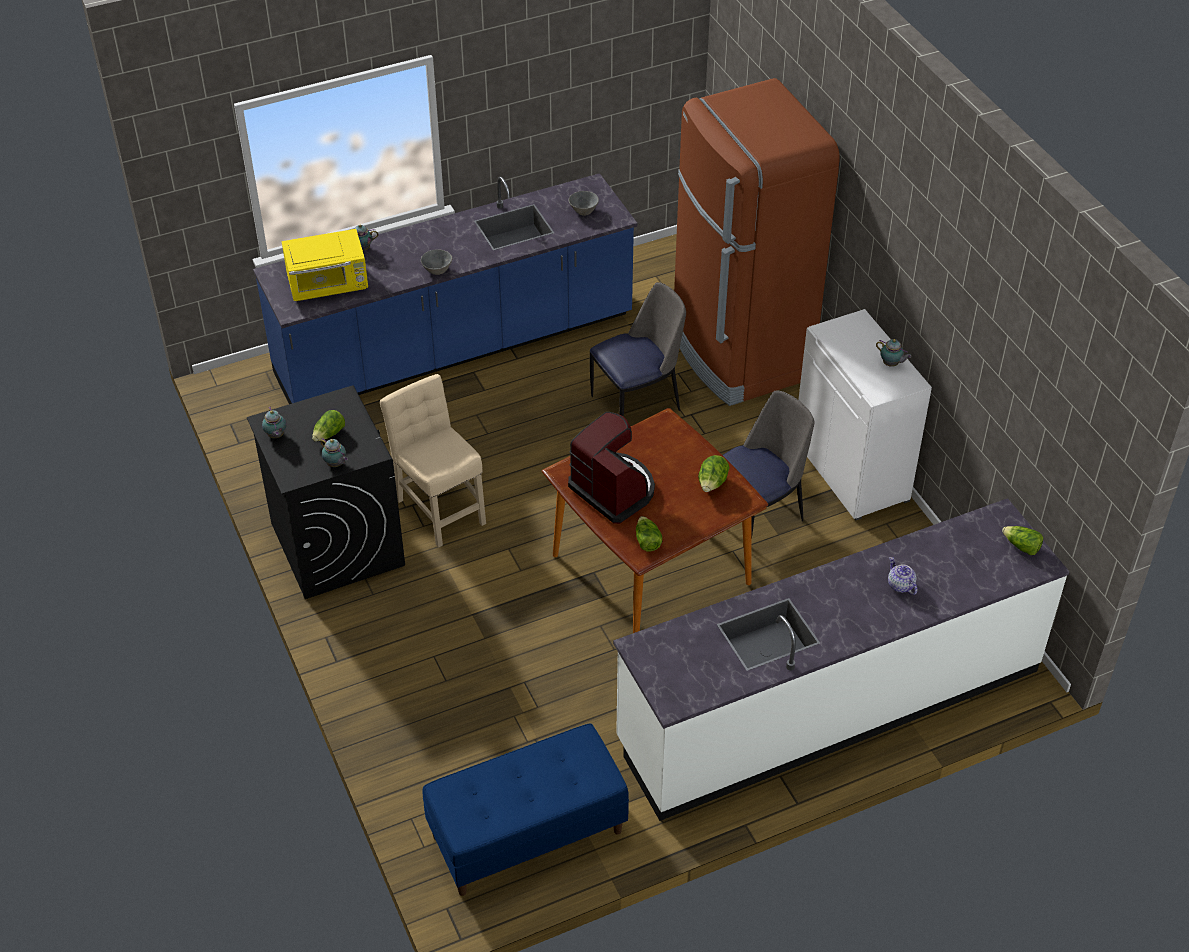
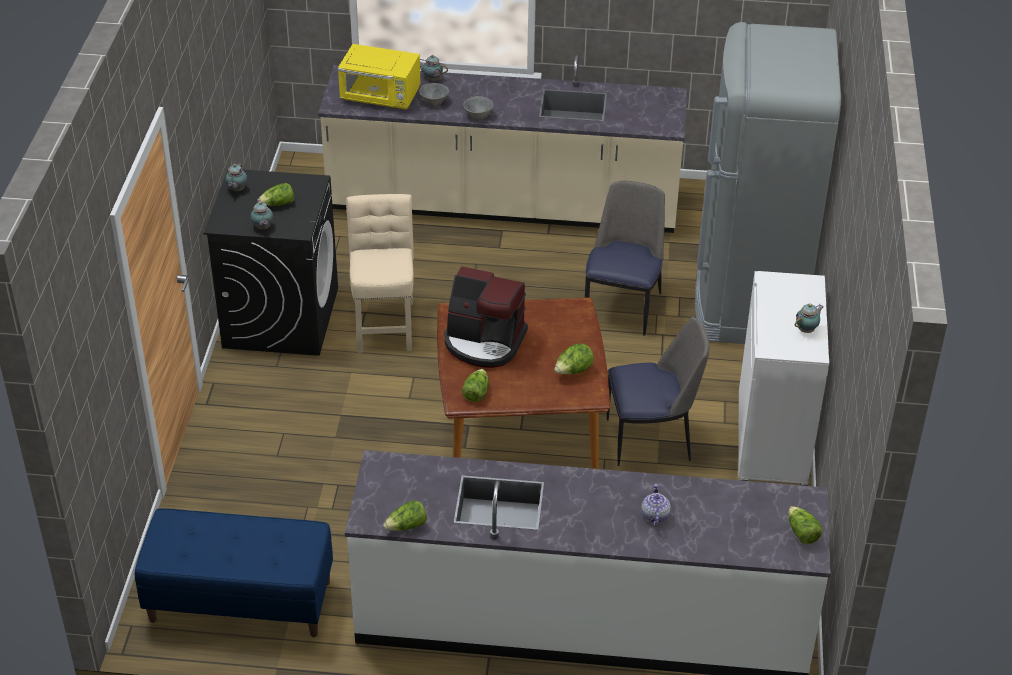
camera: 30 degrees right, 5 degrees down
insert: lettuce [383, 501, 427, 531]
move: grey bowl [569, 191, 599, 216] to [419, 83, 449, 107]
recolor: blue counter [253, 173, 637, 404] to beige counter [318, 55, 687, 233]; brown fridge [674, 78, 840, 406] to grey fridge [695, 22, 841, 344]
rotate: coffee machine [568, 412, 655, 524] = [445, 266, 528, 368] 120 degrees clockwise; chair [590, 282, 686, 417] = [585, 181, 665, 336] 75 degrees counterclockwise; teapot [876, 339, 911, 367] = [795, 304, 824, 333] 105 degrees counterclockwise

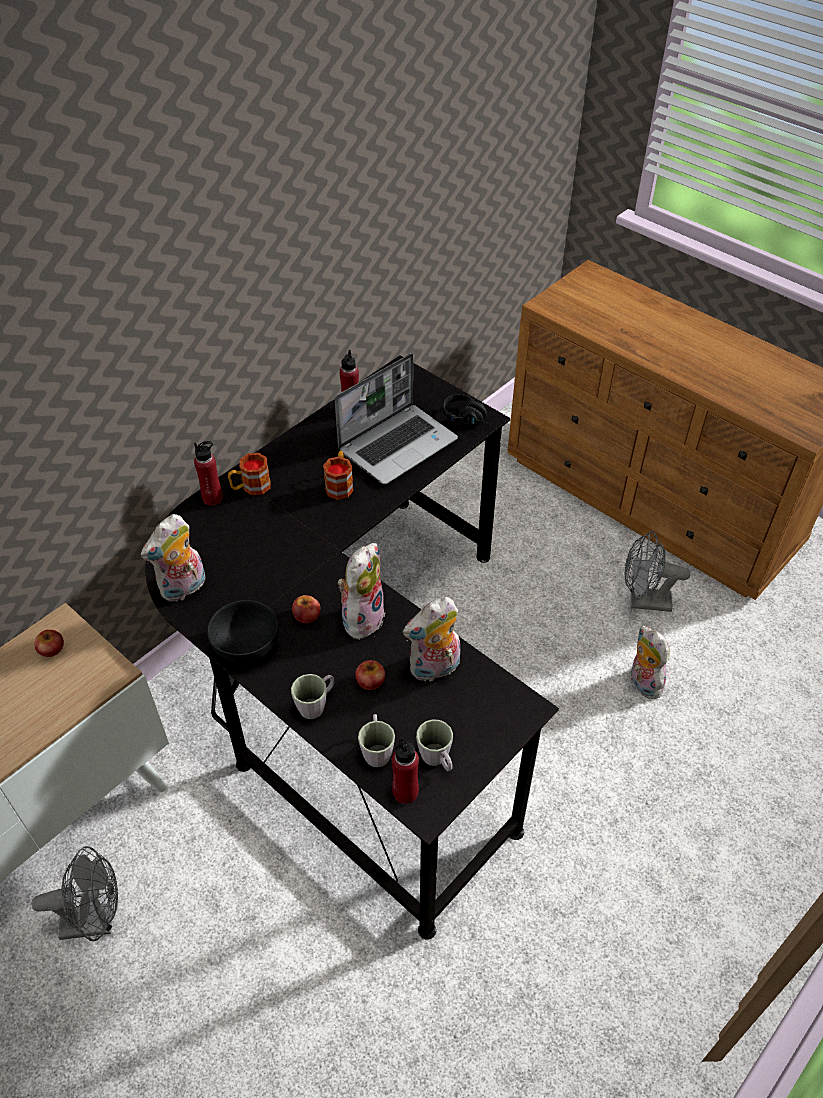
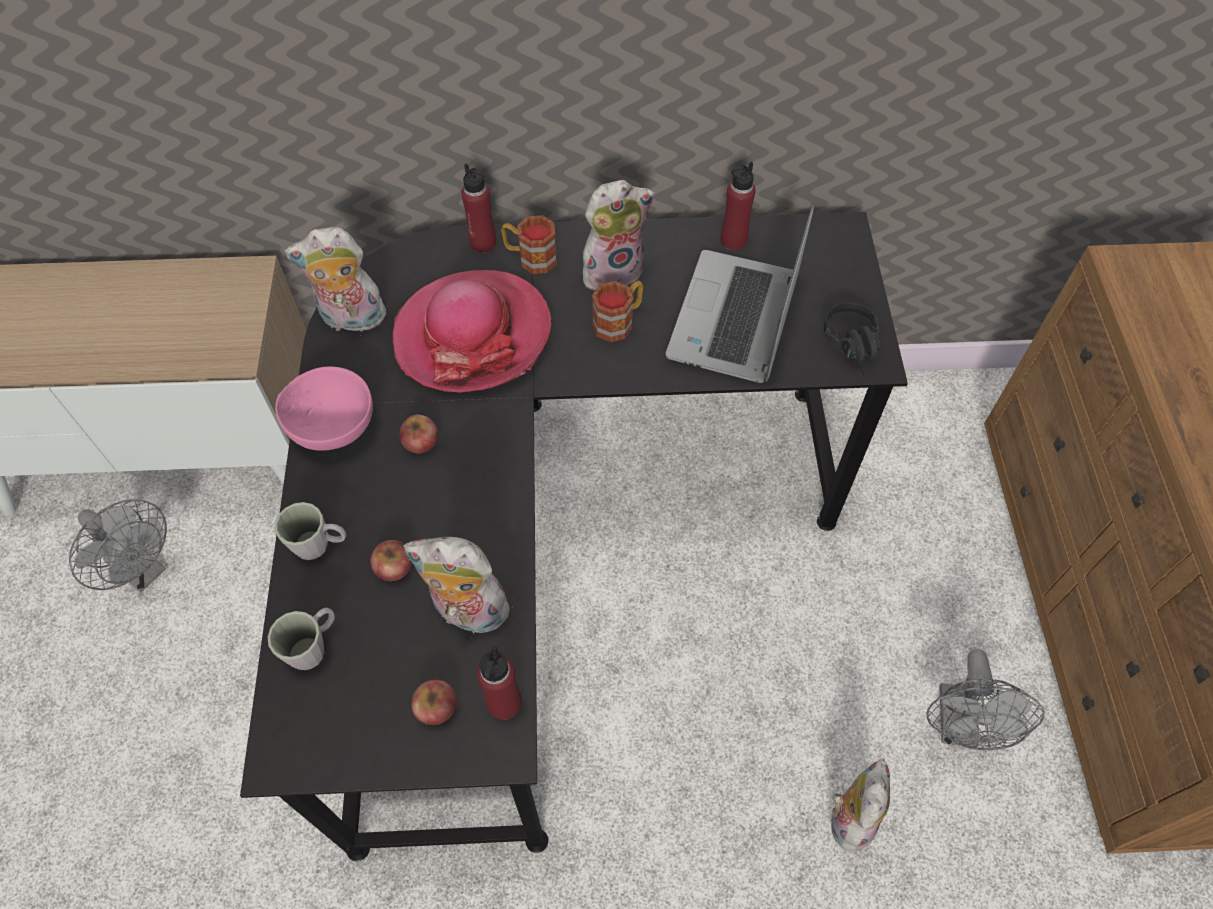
camera: 45 degrees right, 10 degrees up
delete: grey mug [416, 719, 453, 771]
insert: hat [393, 270, 551, 393]
move: apple [34, 629, 64, 657] to [411, 680, 457, 725]; plush toy [338, 543, 386, 641] to [583, 180, 655, 290]; red bottle [392, 736, 419, 804] to [477, 646, 522, 720]
recolor: black bowl [207, 600, 279, 663] to pink bowl [275, 367, 373, 451]
rotate: laptop [335, 353, 458, 485] = [666, 204, 814, 383] 105 degrees clockwise; grey fan [625, 531, 691, 612] = [926, 649, 1045, 750] 135 degrees counterclockwise

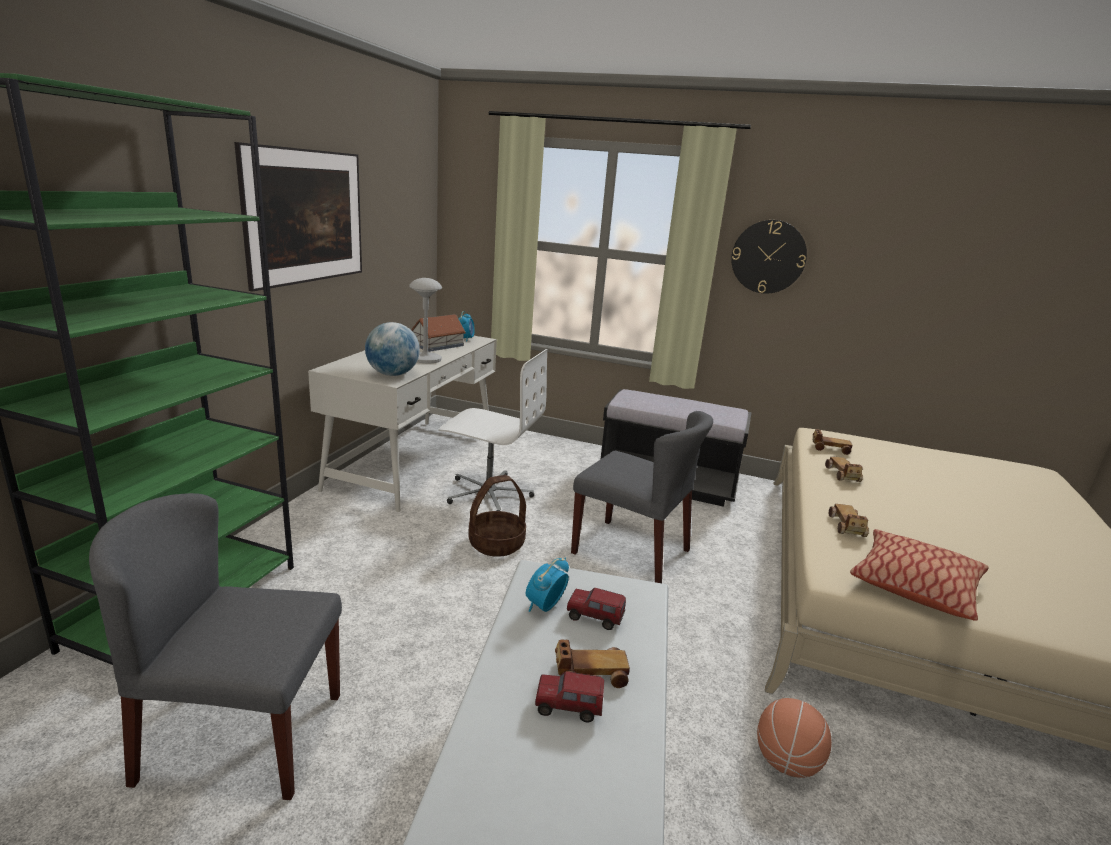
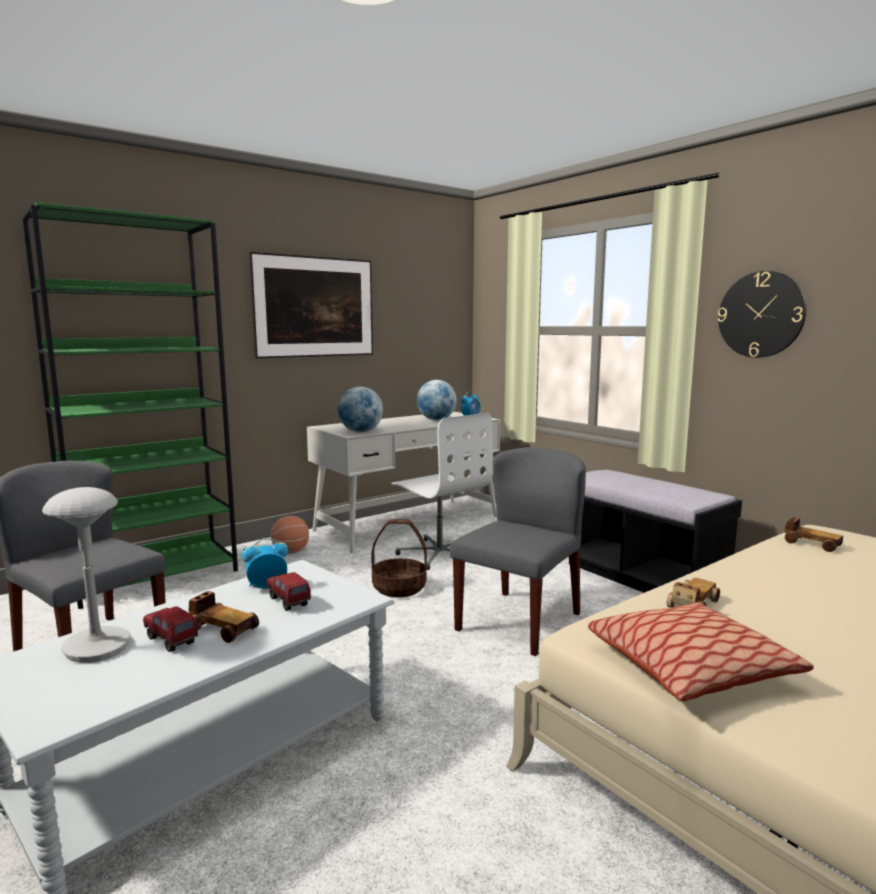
camera: 35 degrees right, 10 degrees down
delete: toy car [825, 457, 863, 482]
move: grey table lamp [409, 278, 442, 363] to [42, 487, 130, 662]; basketball [757, 698, 832, 778] to [271, 516, 309, 554]
replace: toy house [411, 314, 466, 352] to globe [417, 380, 457, 420]
rotate: grey chair [571, 411, 713, 583] = [450, 447, 586, 656] 120 degrees counterclockwise

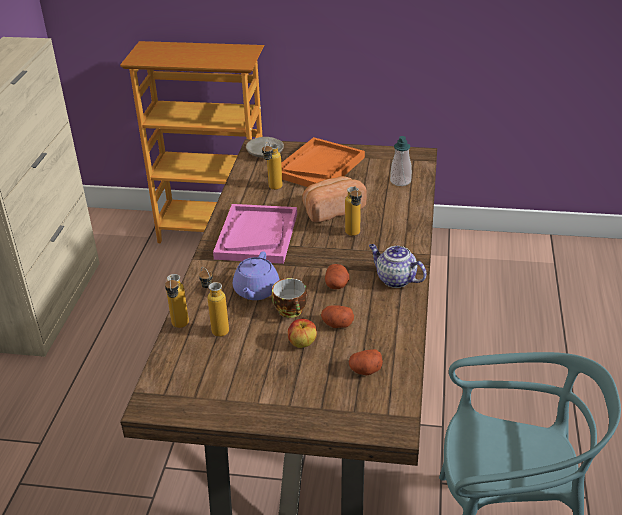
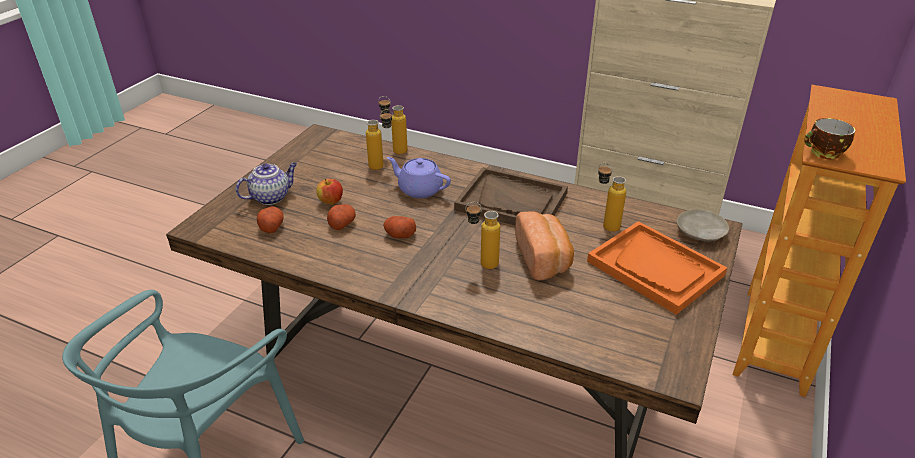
camera: 105 degrees right, 0 degrees up
delete: soap dispenser [390, 136, 412, 186]
move: cup [272, 278, 307, 318] to [804, 118, 855, 159]; teapot [369, 244, 427, 288] to [235, 163, 297, 205]
recolor: pink tray [213, 204, 297, 264] to brown tray [454, 167, 568, 225]

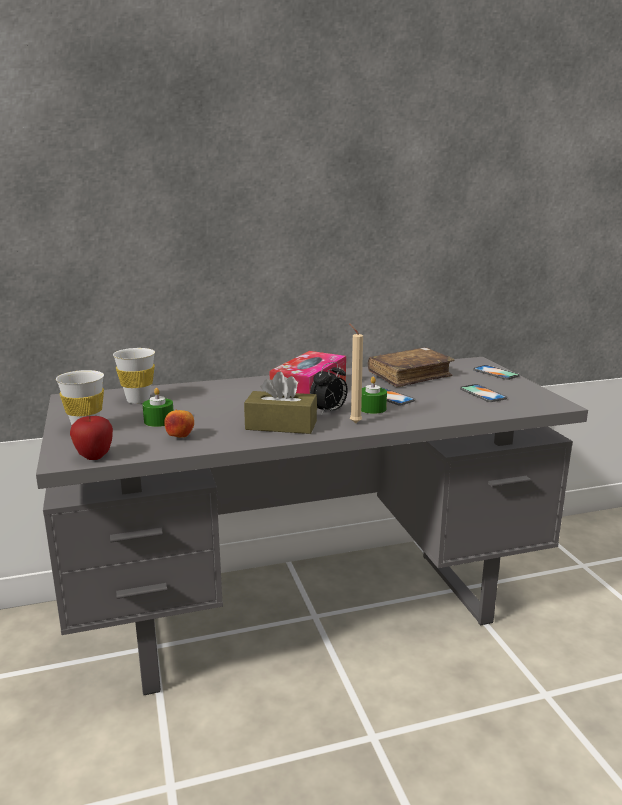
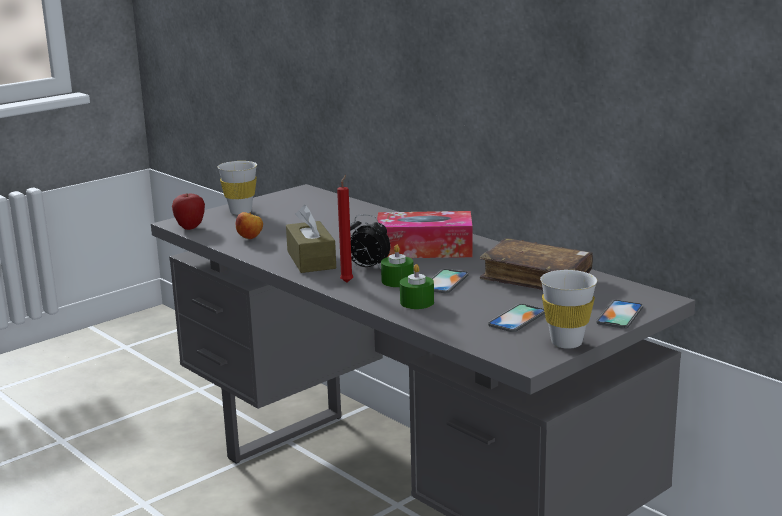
camera: 65 degrees right, 0 degrees up
move: white cup [113, 348, 155, 404] to [540, 270, 597, 349]; green candle [142, 388, 174, 427] to [400, 264, 434, 309]
recolor: beige candle [349, 323, 363, 423] to red candle [337, 174, 353, 283]

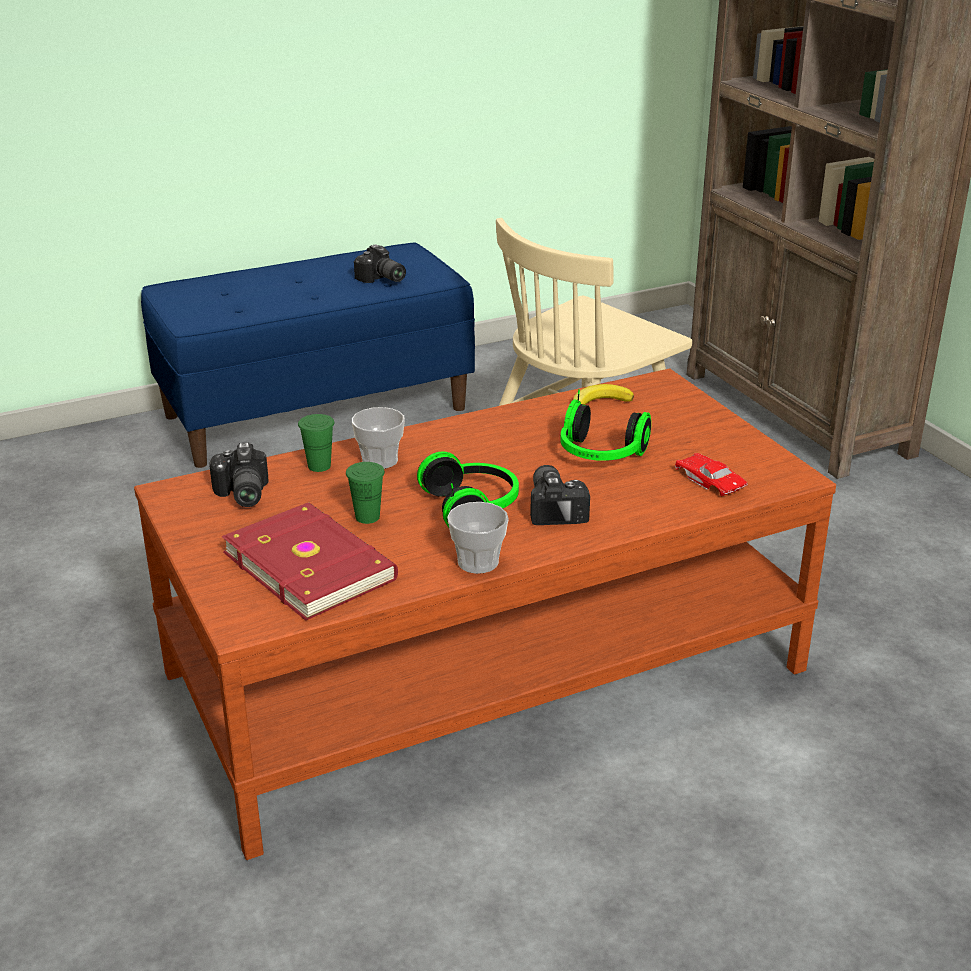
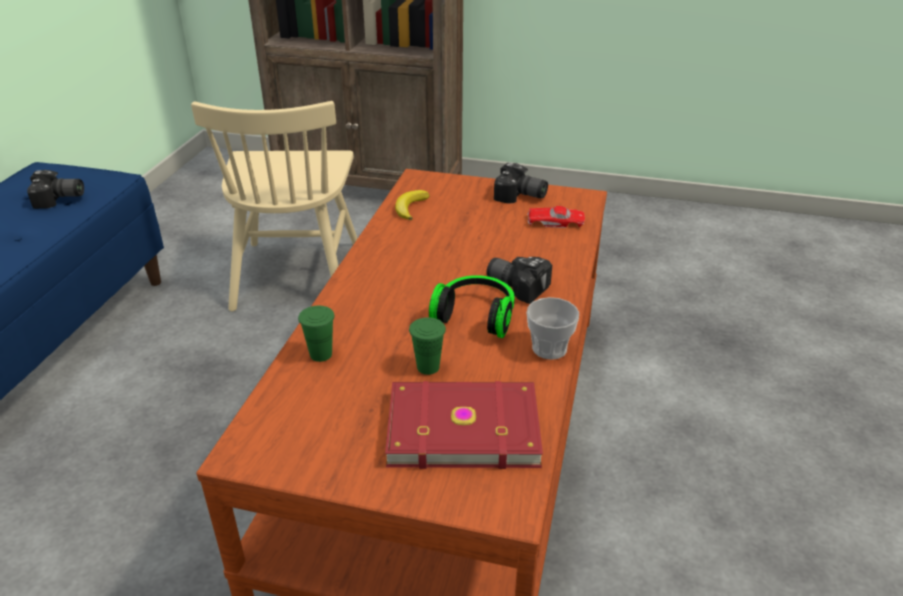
camera: 50 degrees left, 5 degrees up
delete: cup [352, 407, 405, 469]; headphones [560, 389, 651, 461]
move: photo camera [210, 442, 269, 507] to [494, 162, 548, 204]

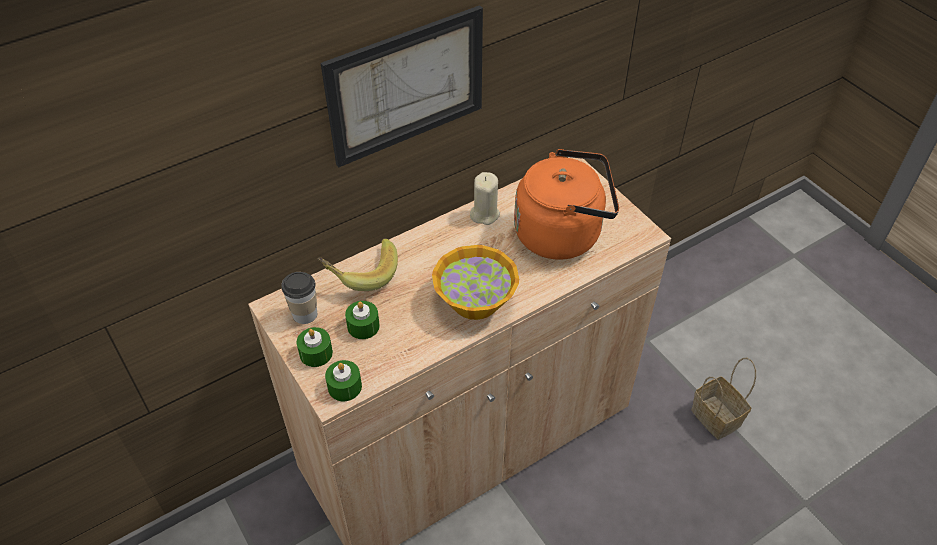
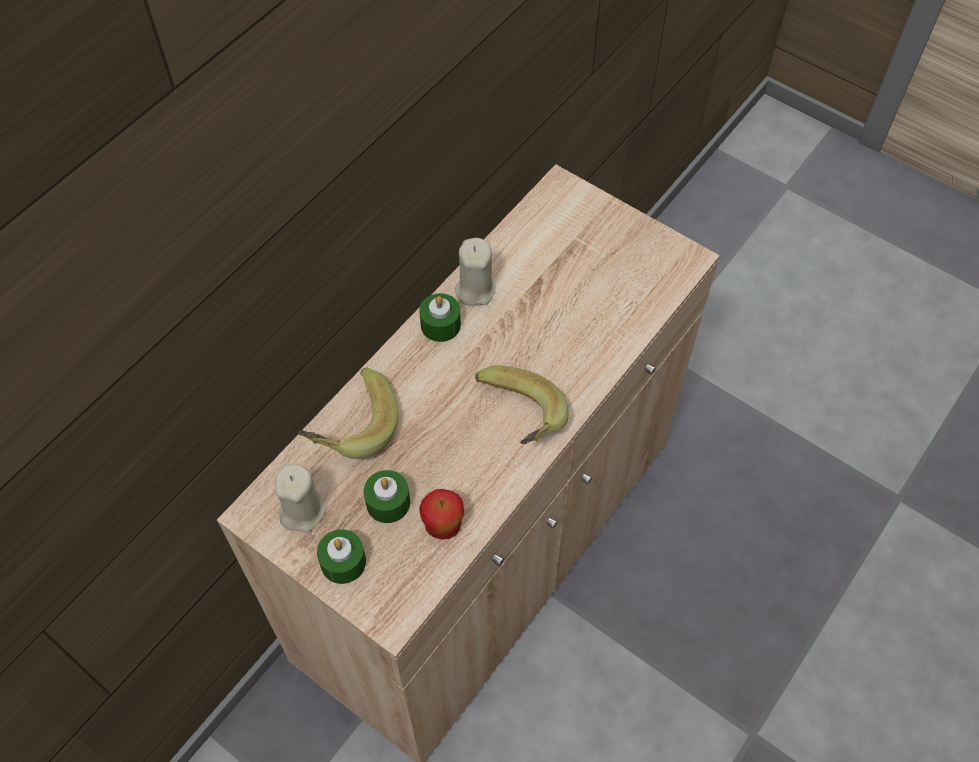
camera: 20 degrees left, 10 degrees up
delete: picture [321, 5, 483, 167]; orange kettle [514, 149, 619, 260]; basket [691, 358, 756, 440]
insert: apple [419, 489, 464, 540]
move: green candle [325, 360, 362, 402] to [419, 293, 461, 342]
replace: cup [281, 272, 317, 324] to beige candle [275, 464, 326, 532]; bowl [432, 245, 519, 320] to banana [475, 365, 569, 444]

